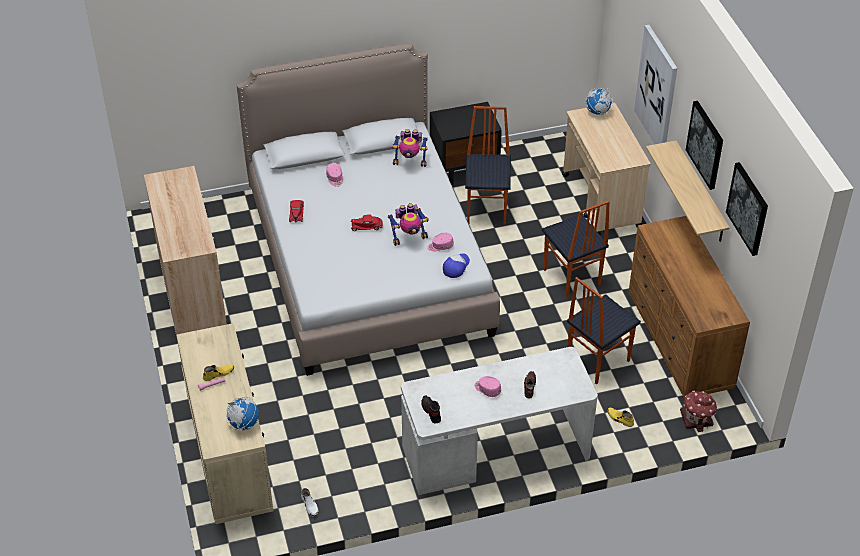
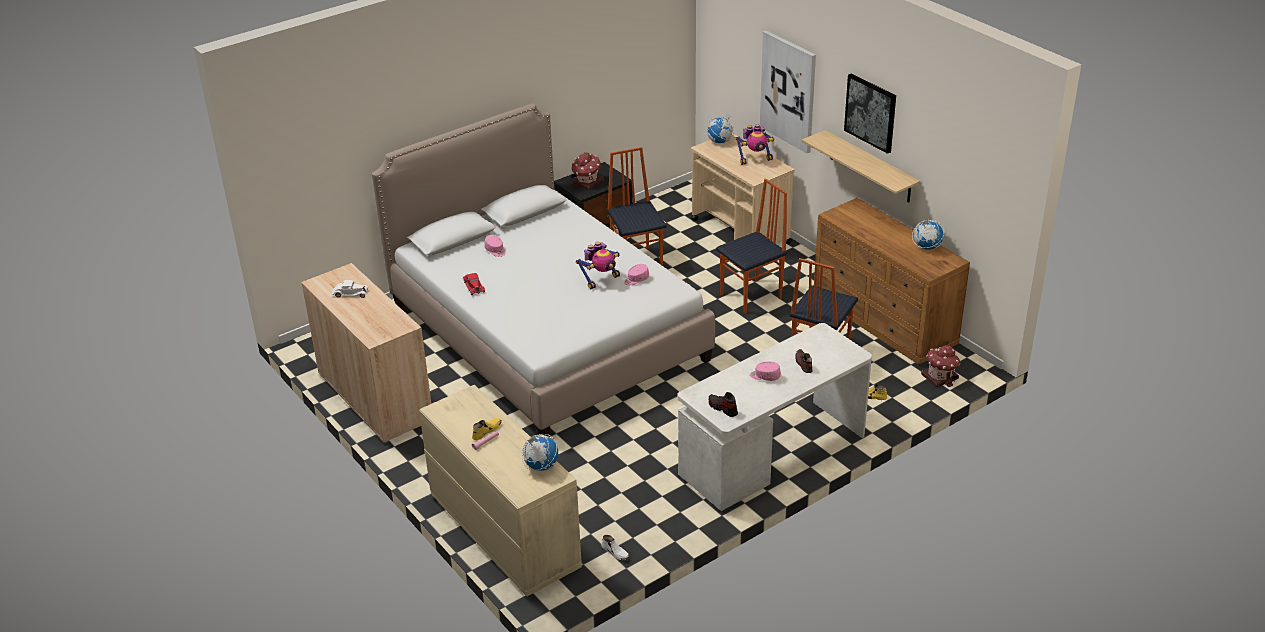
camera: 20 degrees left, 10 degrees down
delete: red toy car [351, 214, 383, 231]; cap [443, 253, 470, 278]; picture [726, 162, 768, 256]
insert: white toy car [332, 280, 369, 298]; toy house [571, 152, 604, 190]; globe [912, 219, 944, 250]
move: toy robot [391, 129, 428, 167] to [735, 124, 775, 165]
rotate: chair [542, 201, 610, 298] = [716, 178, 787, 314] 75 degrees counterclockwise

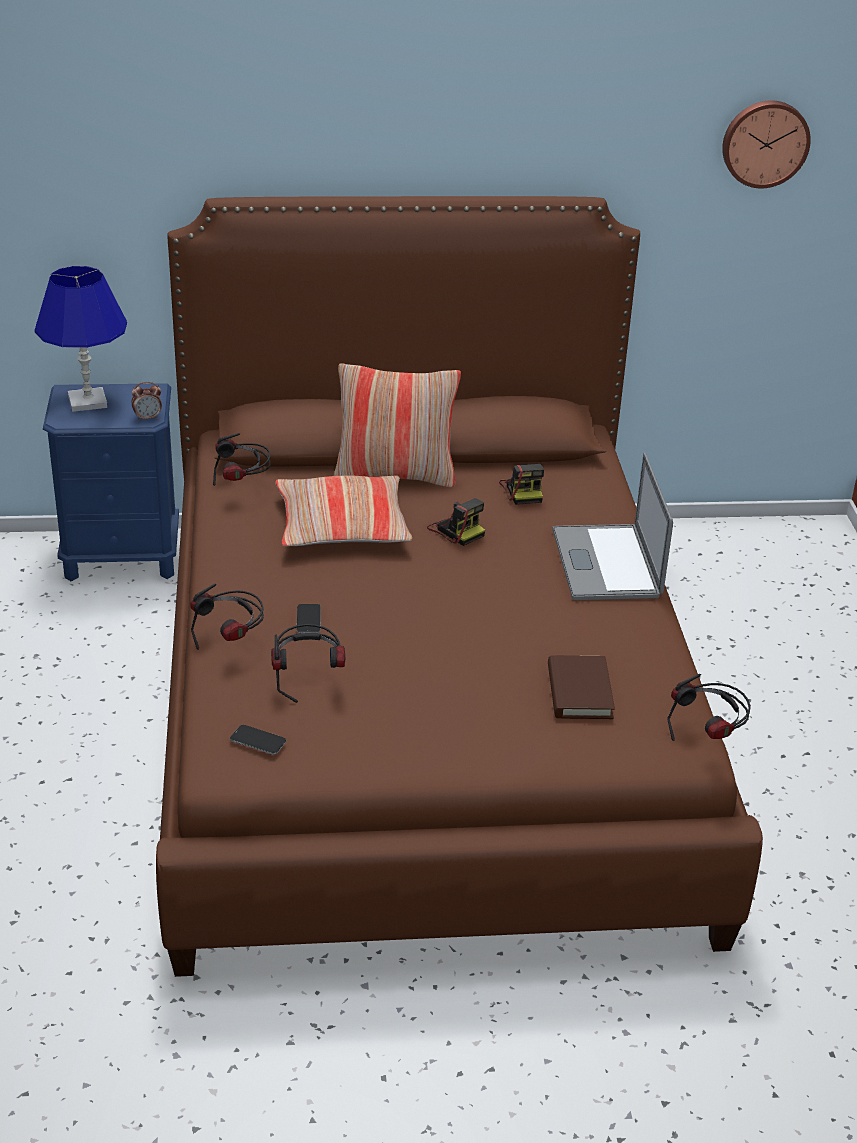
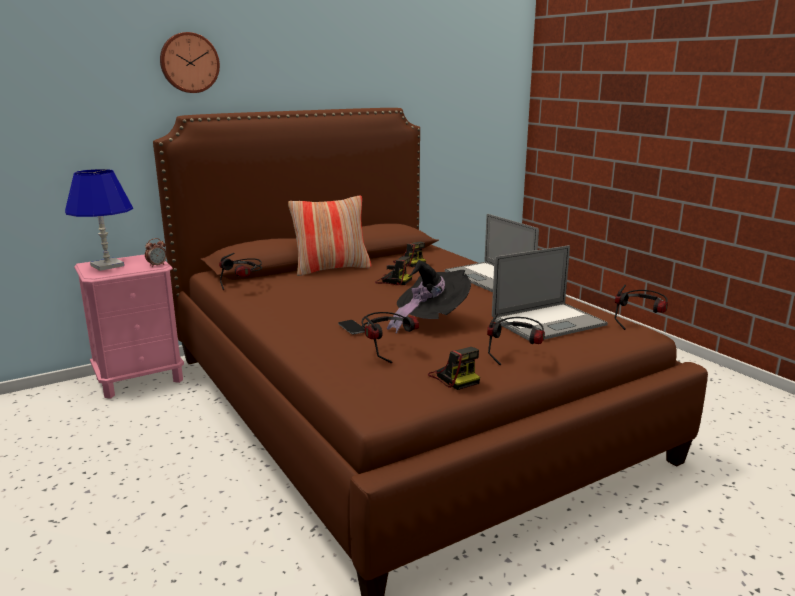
camera: 25 degrees left, 15 degrees down
delete: phone [230, 725, 286, 755]; pillow [275, 475, 412, 546]
insert: black hat [387, 260, 471, 334]; photo camera [428, 347, 480, 390]
move: headphones [190, 584, 264, 649] to [487, 313, 545, 365]; wall clock [722, 100, 811, 188] to [160, 32, 220, 93]
replace: brown book [548, 655, 615, 719] to laptop [492, 245, 608, 341]
recolor: blue nightstand [43, 383, 179, 581] to pink nightstand [74, 254, 184, 399]

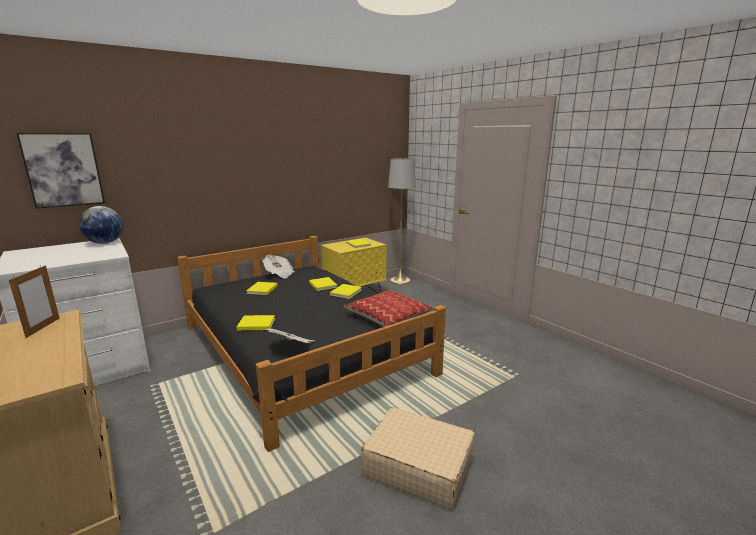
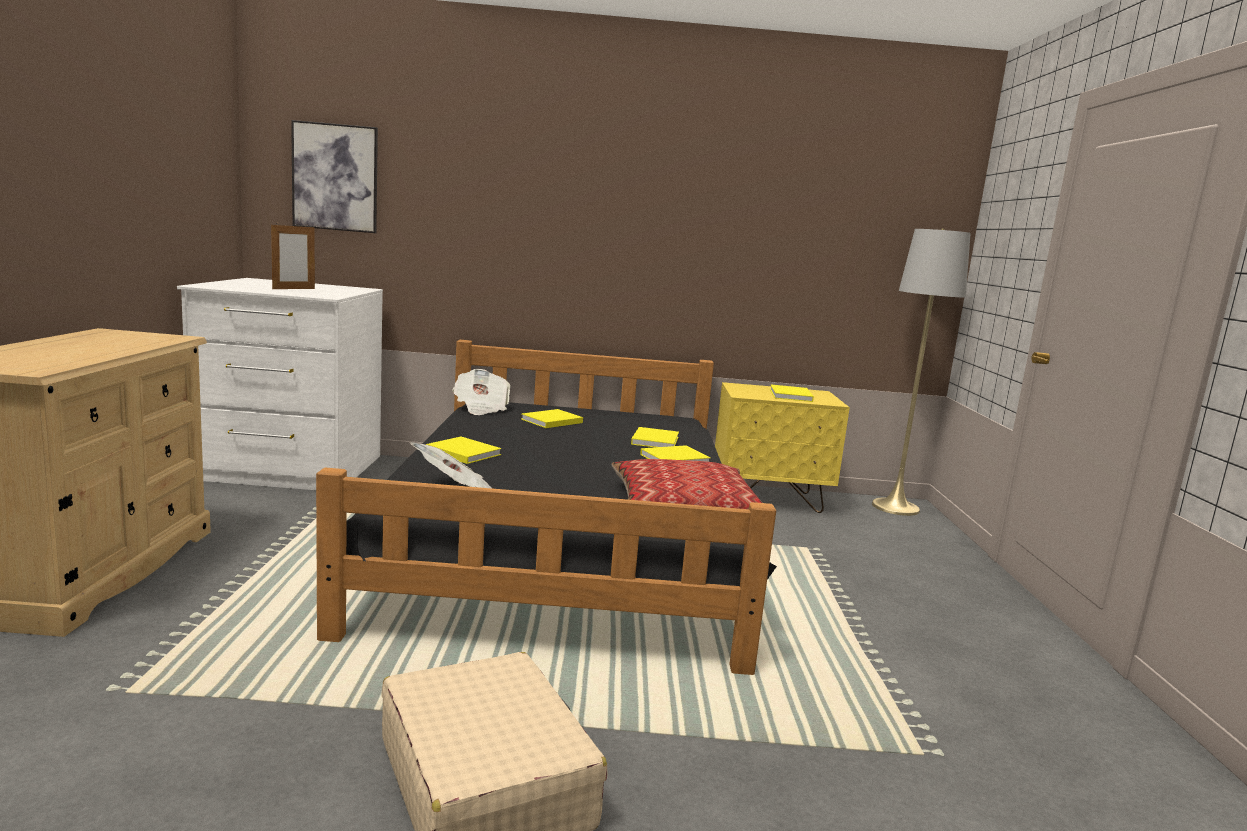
camera: 35 degrees right, 5 degrees down
delete: globe [79, 206, 123, 244]
move: picture frame [9, 265, 59, 338] to [271, 223, 315, 289]; newspaper [262, 255, 295, 279] to [452, 369, 511, 415]

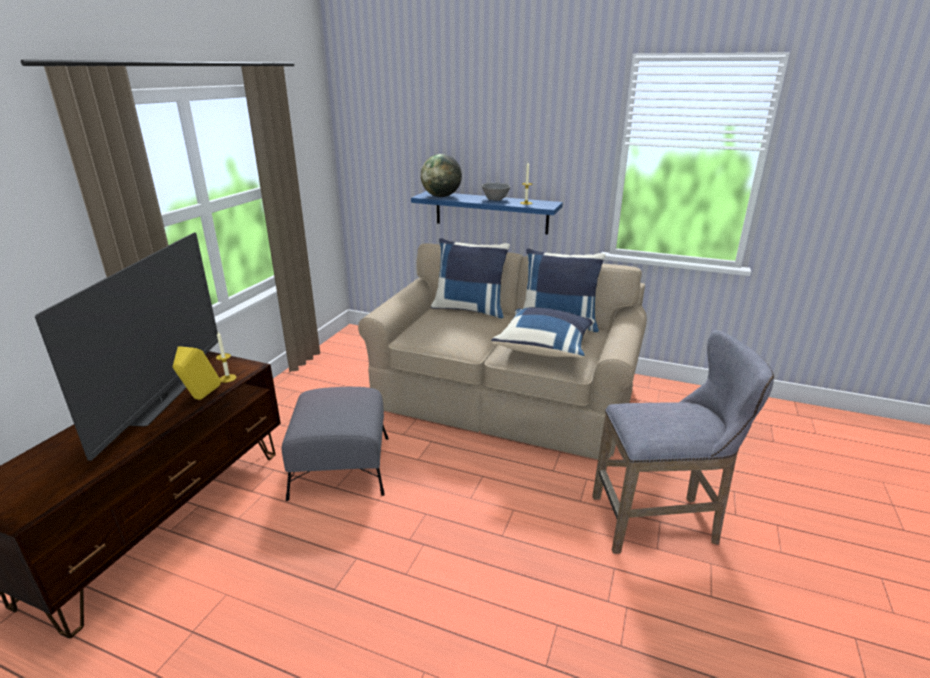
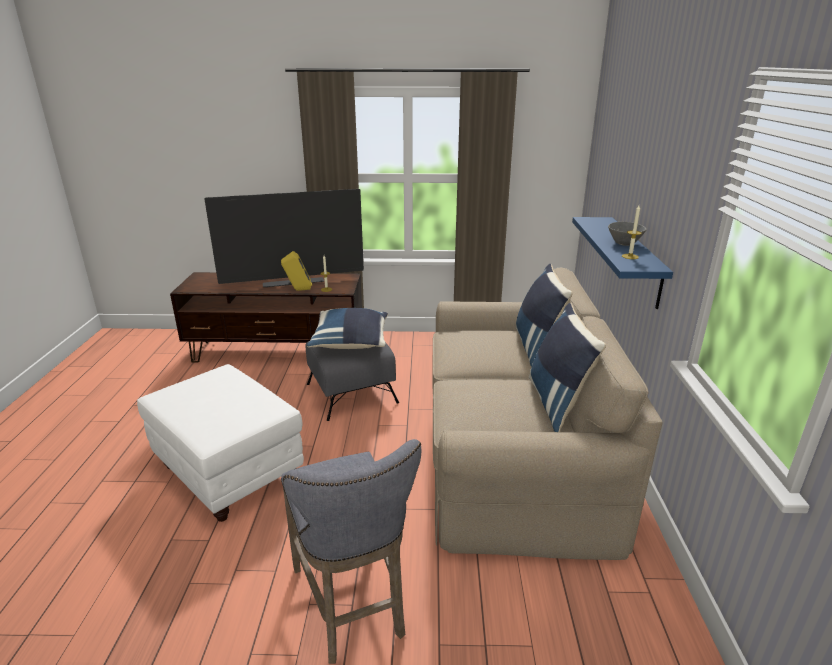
camera: 70 degrees right, 0 degrees up
delete: globe [421, 154, 462, 197]
insert: white ottoman [137, 364, 304, 522]
move: blue pillow [491, 307, 595, 358] to [307, 308, 388, 349]

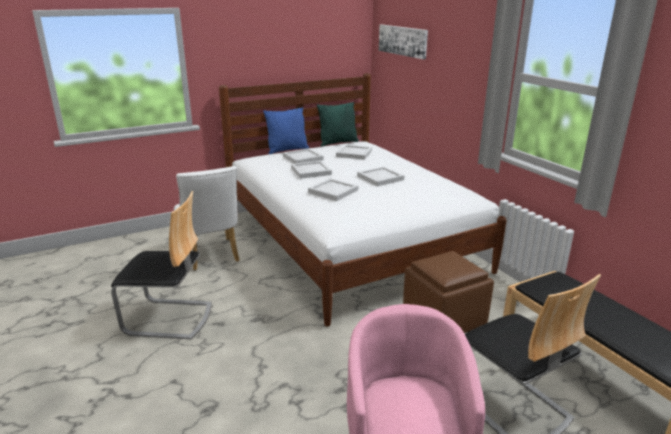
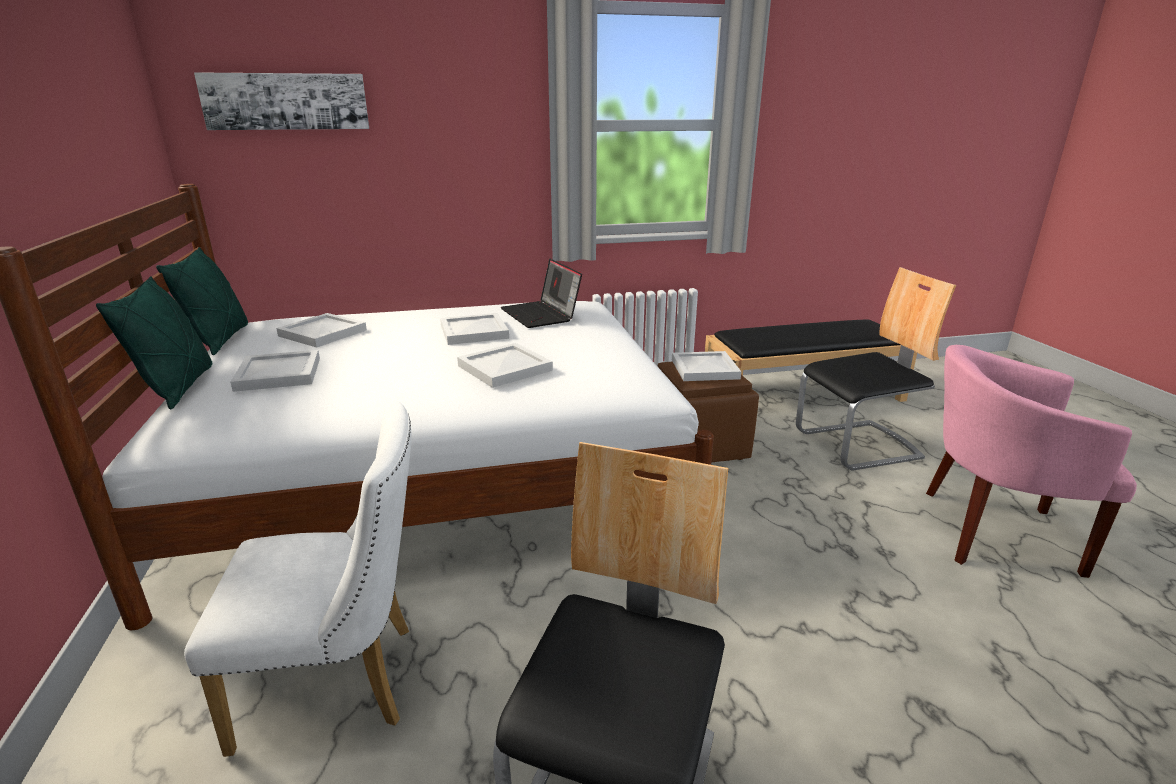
camera: 75 degrees left, 0 degrees up
insert: laptop [501, 259, 582, 328]
move: white tray [291, 161, 332, 179] to [672, 351, 741, 381]
recolor: blue pillow [263, 107, 309, 154] to green pillow [96, 276, 212, 409]

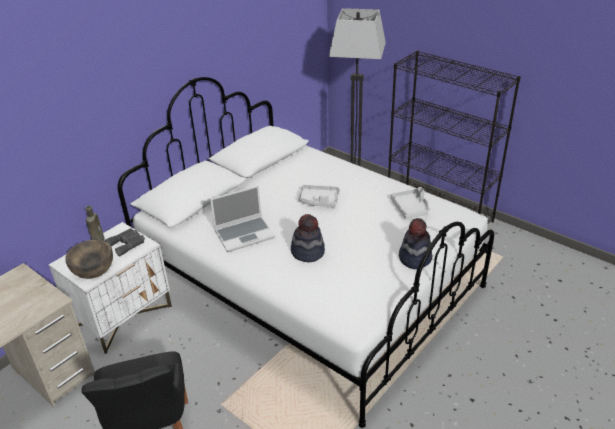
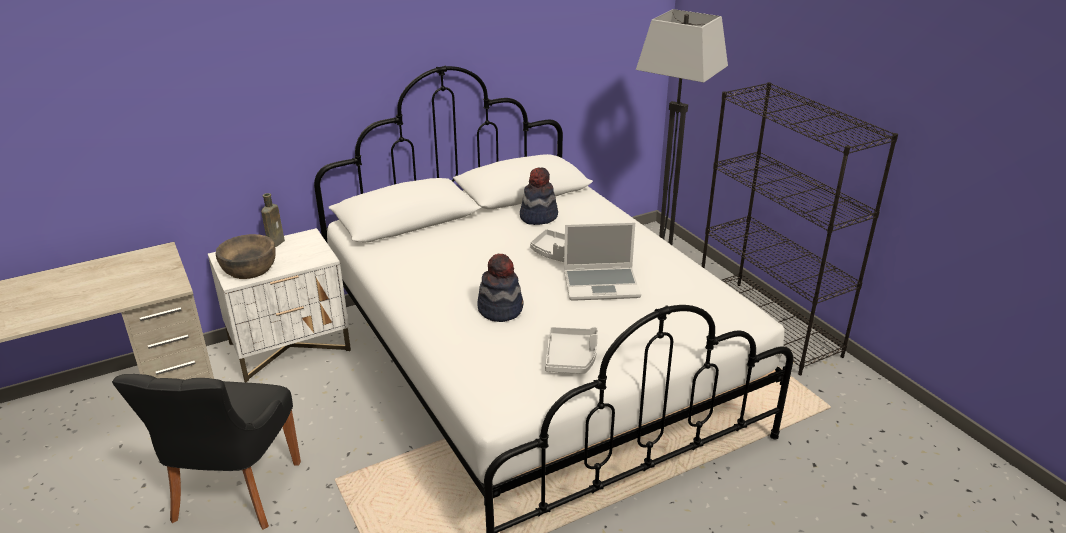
camera: 20 degrees right, 5 degrees down
delete: grey binoculars [105, 228, 145, 257]
move: laptop [210, 185, 275, 252] to [564, 222, 641, 301]; grey tray [390, 187, 428, 219] to [545, 327, 598, 374]; hat [399, 218, 432, 269] to [520, 167, 558, 225]

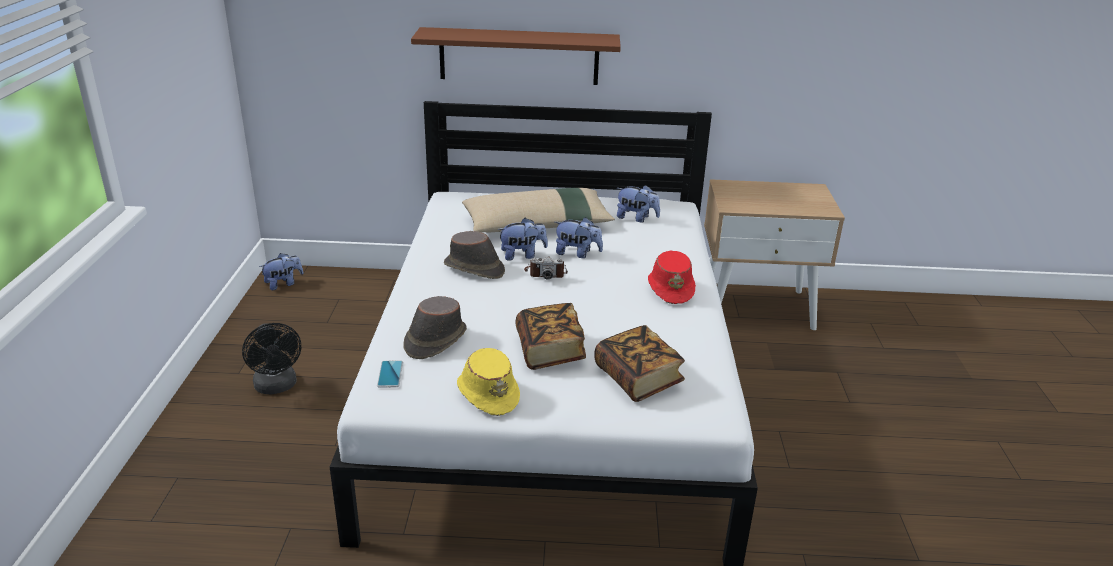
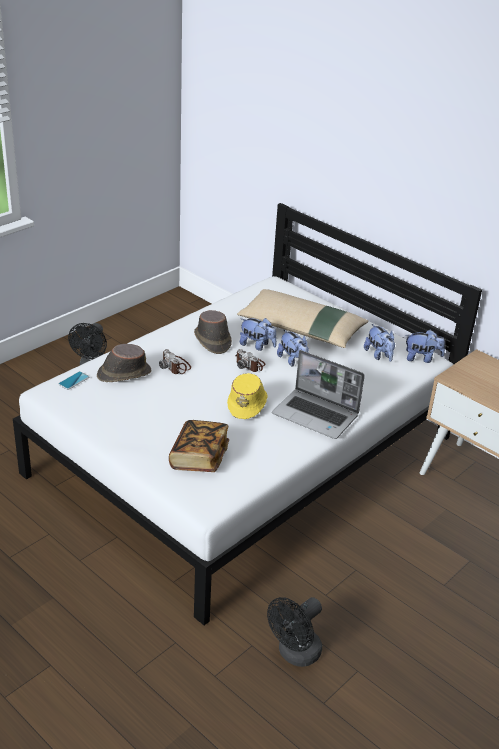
camera: 40 degrees right, 5 degrees up
delete: brown shelf [411, 27, 621, 85]; book [515, 303, 586, 370]
insert: photo camera [159, 349, 191, 374]; black fan [267, 597, 322, 667]
move: plush toy [259, 253, 303, 290] to [405, 330, 445, 363]; yellow hat [457, 348, 520, 416] to [227, 373, 268, 419]
replace: red hat [648, 250, 696, 304] to laptop [272, 350, 365, 439]

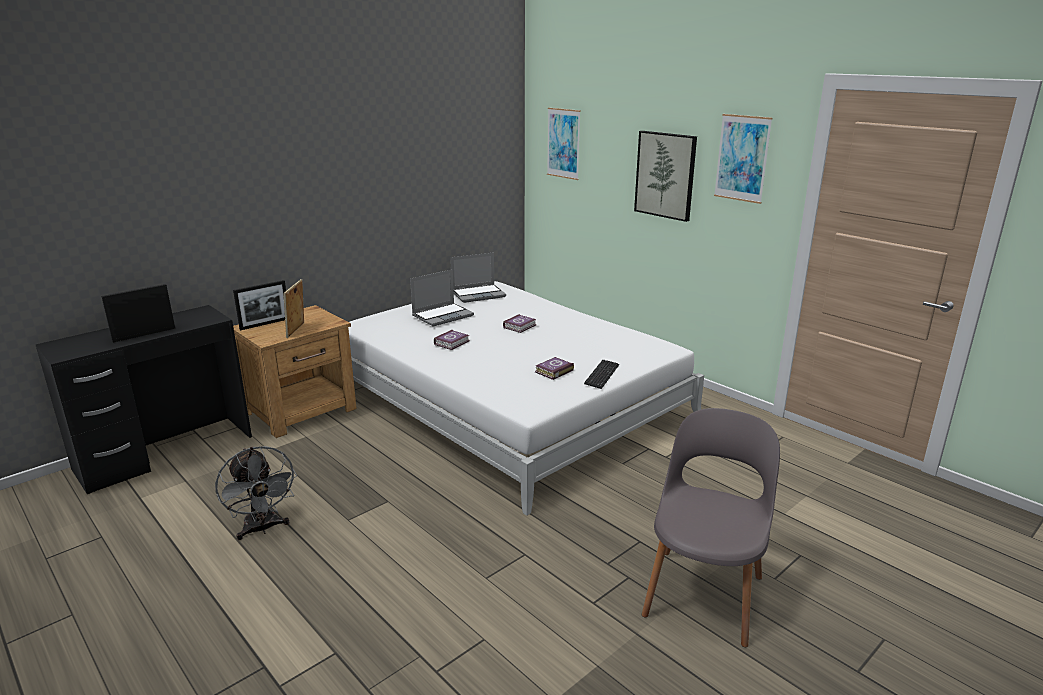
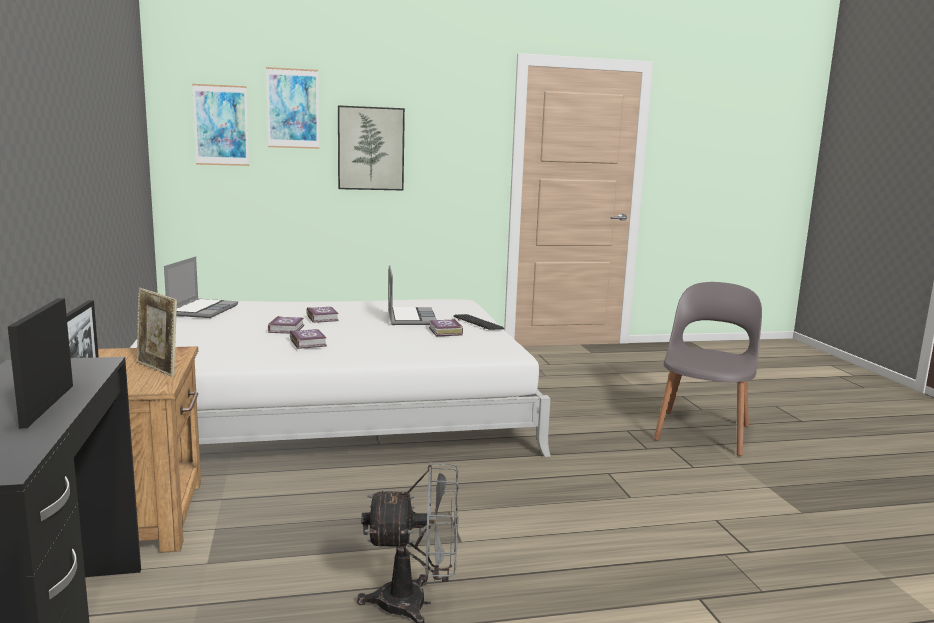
camera: 60 degrees left, 10 degrees down
insert: book [268, 316, 304, 334]
move: laptop [410, 269, 474, 326] to [388, 265, 437, 325]; picture [714, 114, 773, 204] to [266, 67, 319, 149]
rotate: grey chair [642, 408, 780, 647] = [654, 282, 762, 456] 60 degrees clockwise

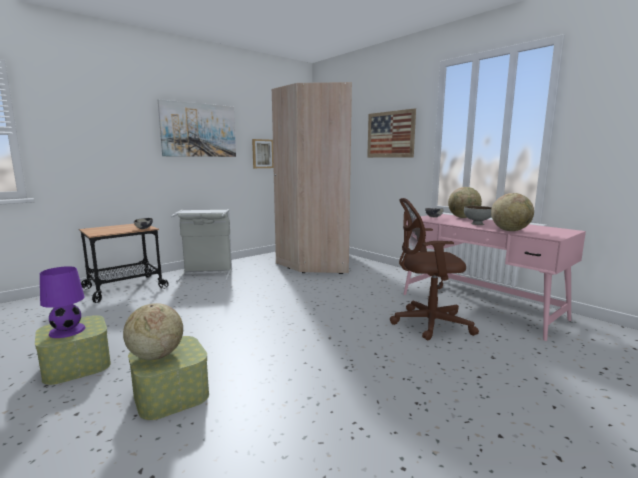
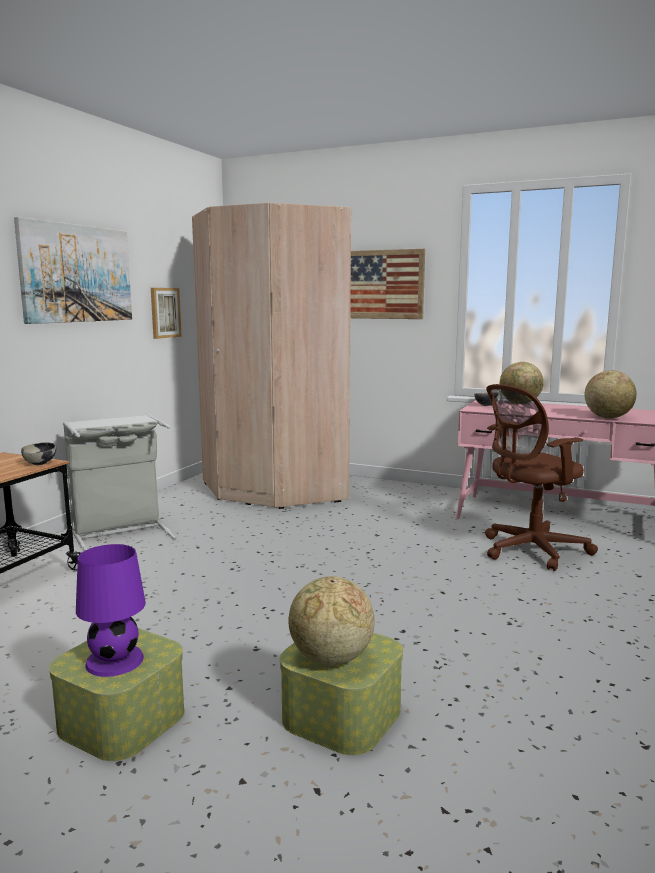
camera: 25 degrees left, 0 degrees up
delete: grey bowl [464, 206, 492, 225]

